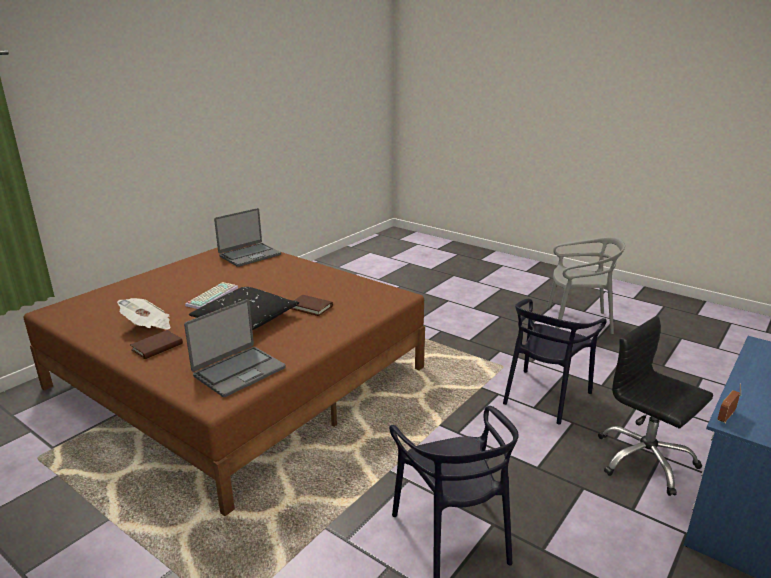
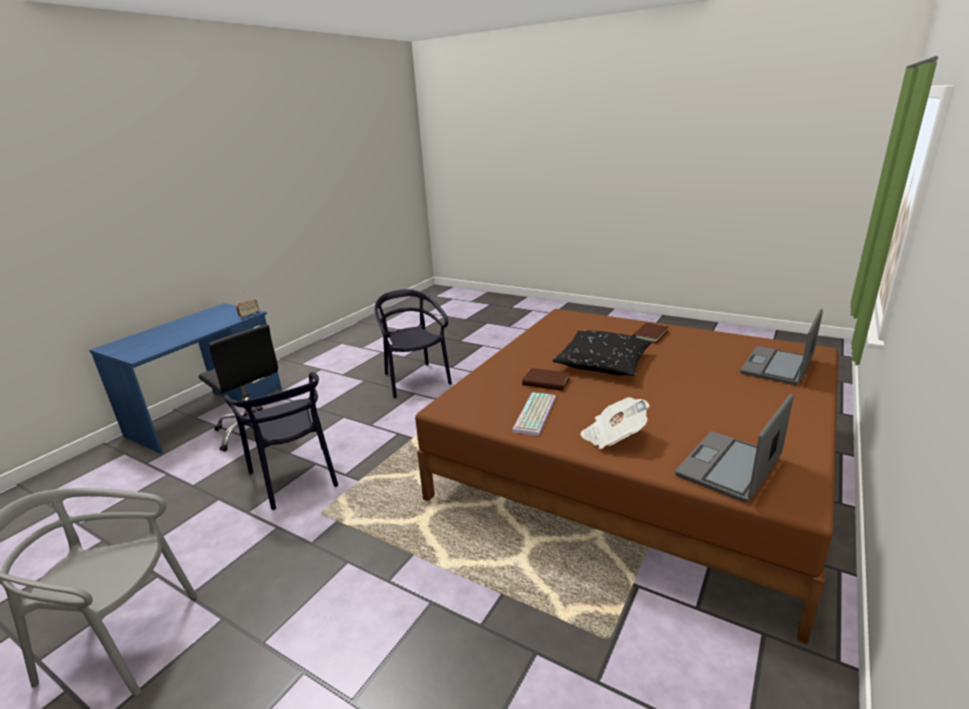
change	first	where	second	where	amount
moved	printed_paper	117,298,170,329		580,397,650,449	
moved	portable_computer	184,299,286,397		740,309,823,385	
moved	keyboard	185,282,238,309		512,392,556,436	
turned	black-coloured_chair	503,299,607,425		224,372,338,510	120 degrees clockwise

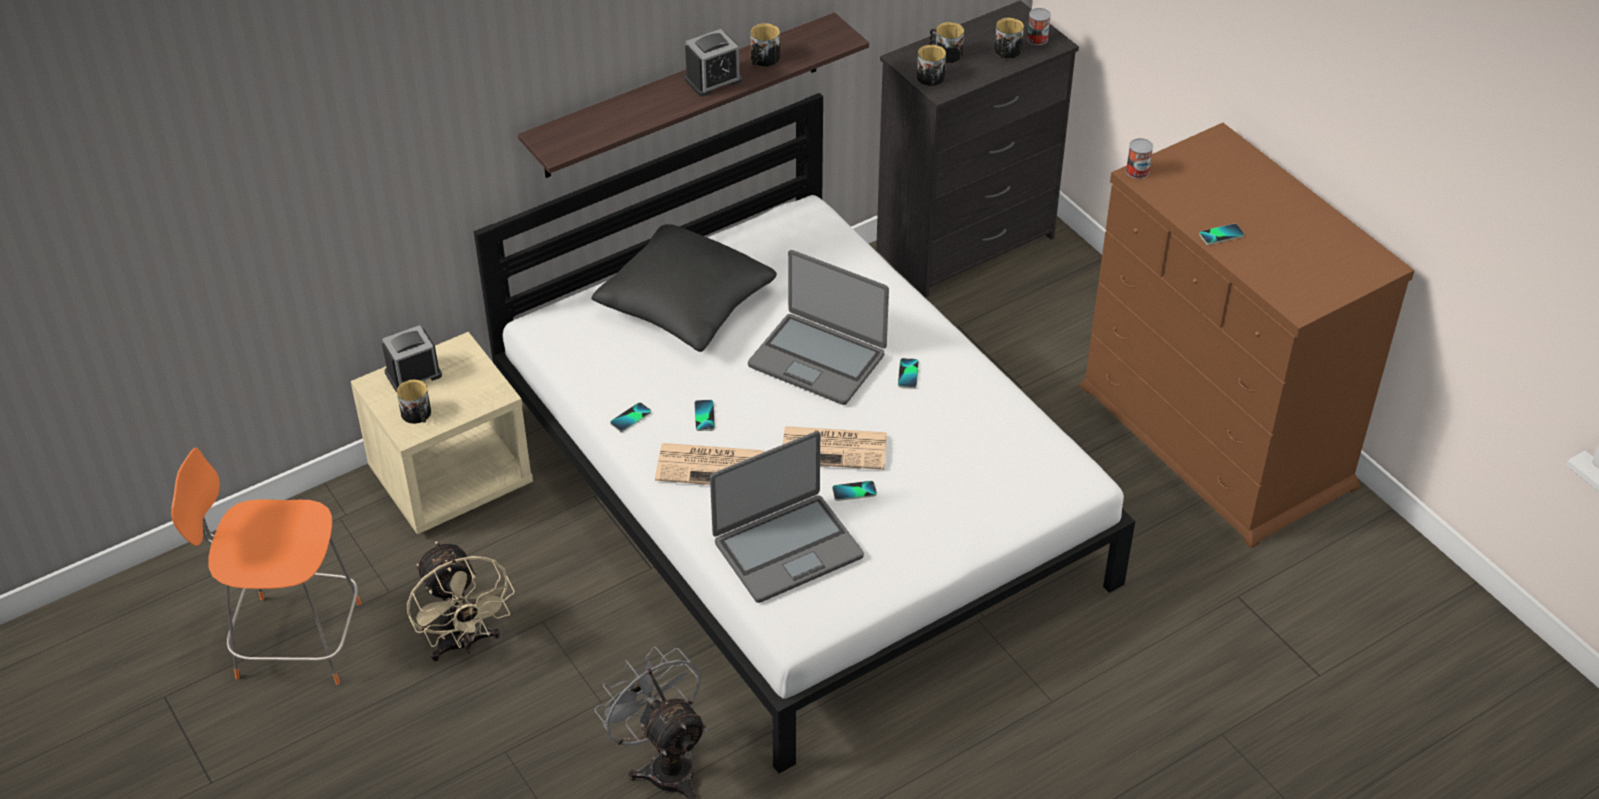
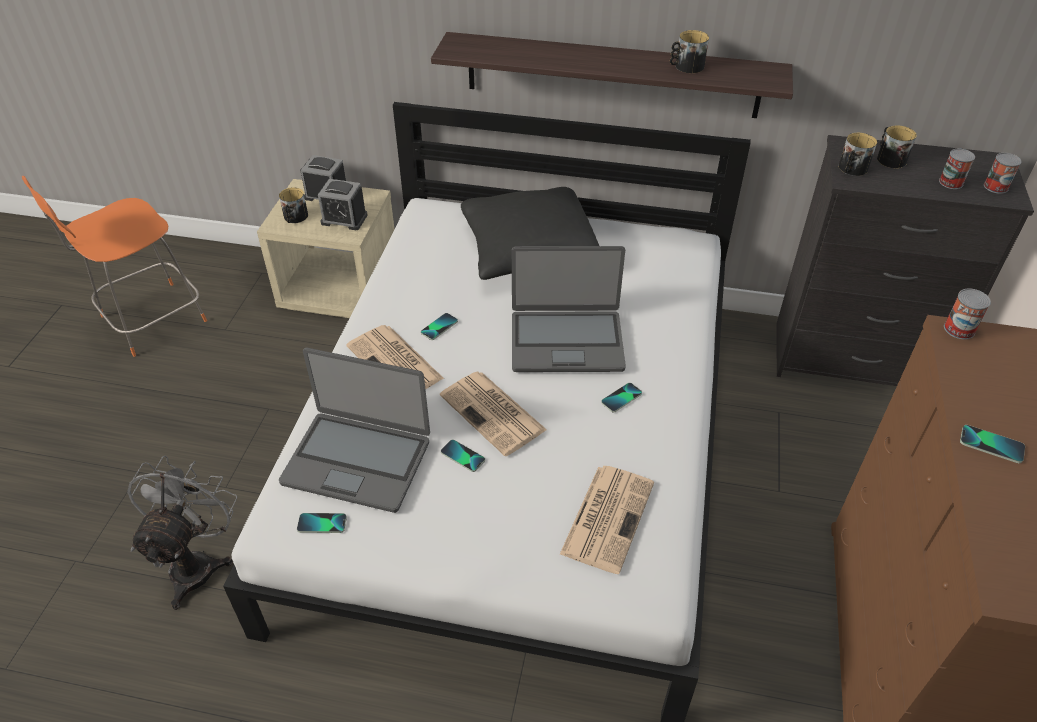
change	first	where	second	where	amount
turned	orange-coloured_chair	171,448,361,685		22,176,207,357	90 degrees counterclockwise
removed	sand-coloured_fan	407,541,515,661			
moved	telephone	610,402,651,432		297,513,347,533	
moved	alarm_clock	685,29,742,97		318,179,368,230	
turned	portable_computer	748,250,889,405		512,246,626,372	75 degrees counterclockwise
replaced	tea_mug	994,18,1024,59	can	939,149,975,189	
added			printed_paper	560,466,654,574	

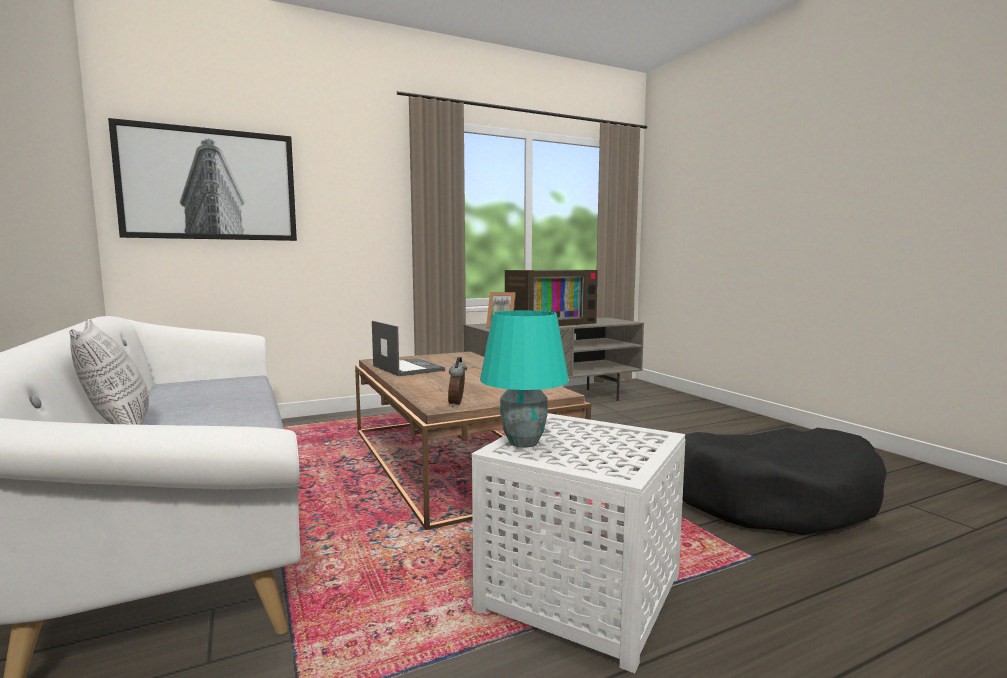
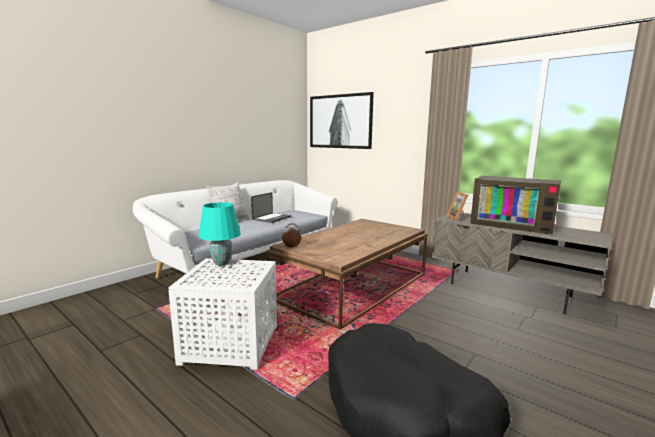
change	first	where	second	where	amount
moved	portable_computer	372,321,445,376		251,192,291,223	

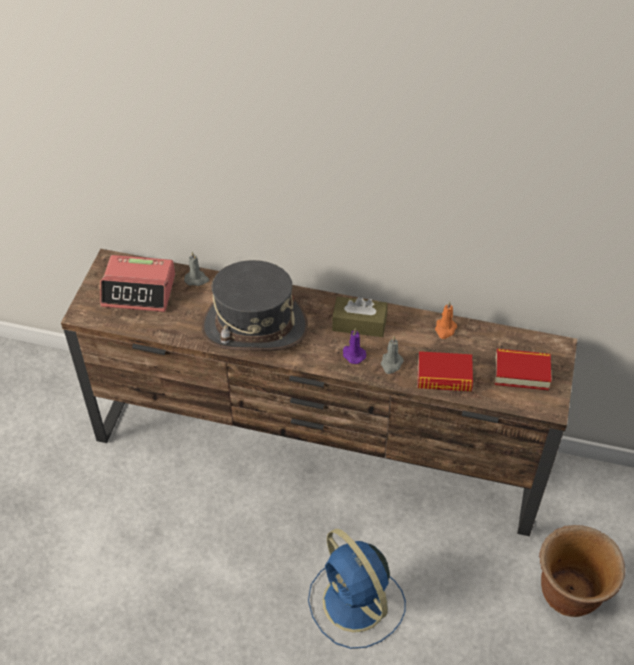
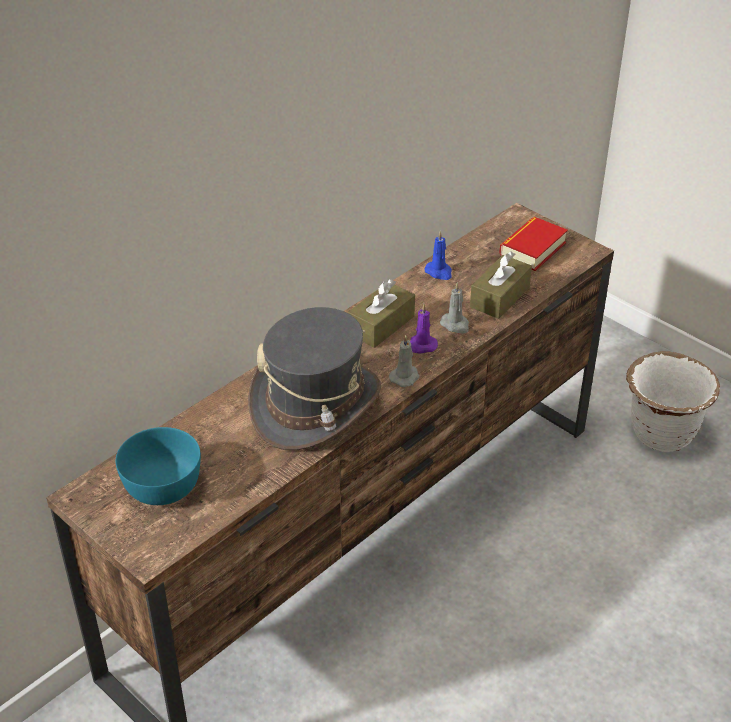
change	first	where	second	where	amount
replaced	alarm_clock	100,255,175,312	turquoise_deep_dish	116,427,201,505	
moved	grey_wax_candle	184,251,209,286		389,335,420,387	
removed	bluish_fan	308,529,406,649			
replaced	book	418,351,473,391	brownish_tissue_holder	470,251,532,319	
recoloured	orange-coloured_wax_candle	435,301,457,339	bluish_wax_candle	424,230,452,280	
recoloured	brownish_flower_pot	539,525,625,617	whitish_flower_pot	626,351,720,452	

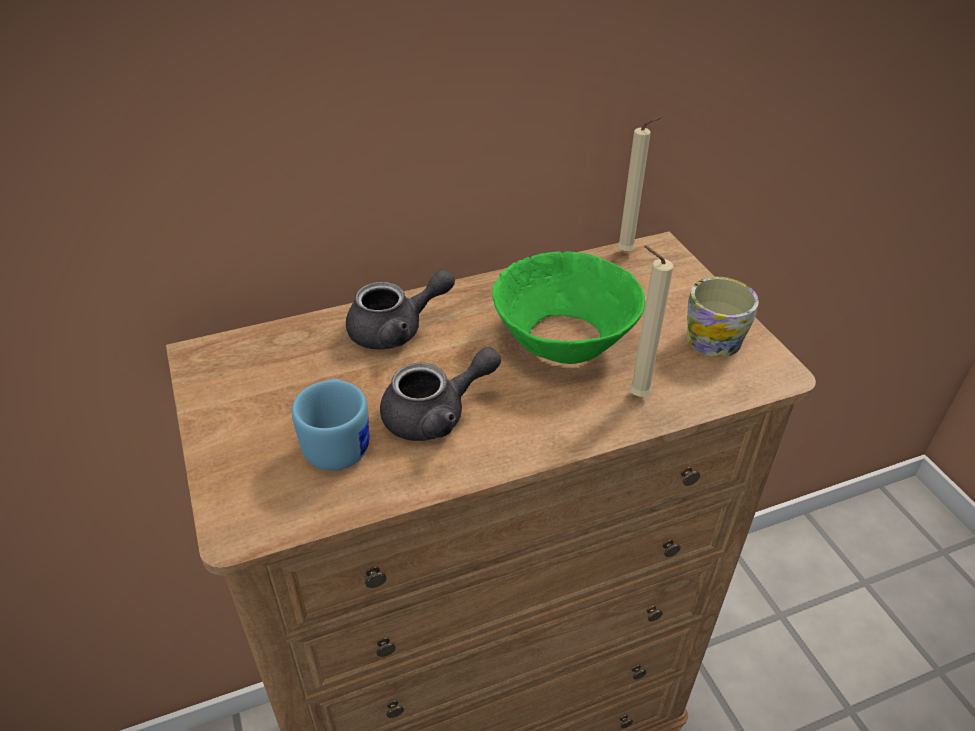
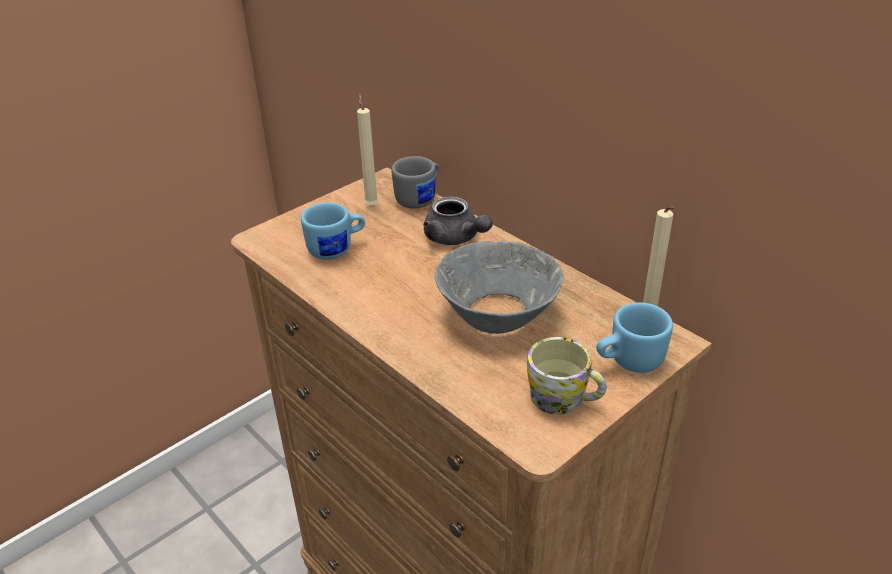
change	first	where	second	where	amount
removed	grey_teapot	380,347,501,441			
recoloured	green-coloured_deep_dish	492,251,645,364	grey_deep_dish	434,240,564,334	
moved	sand-coloured_wax_candle	629,246,673,397		357,94,379,207	
added			grey_tea_mug	391,156,440,208	
added			bluish_tea_mug	596,302,673,373	

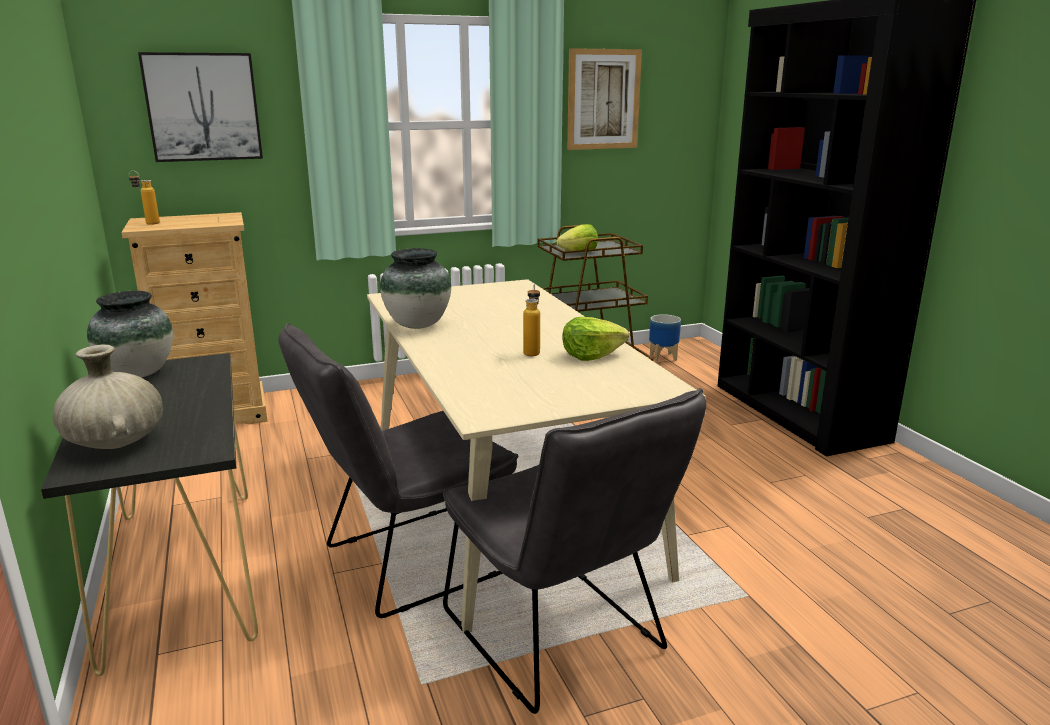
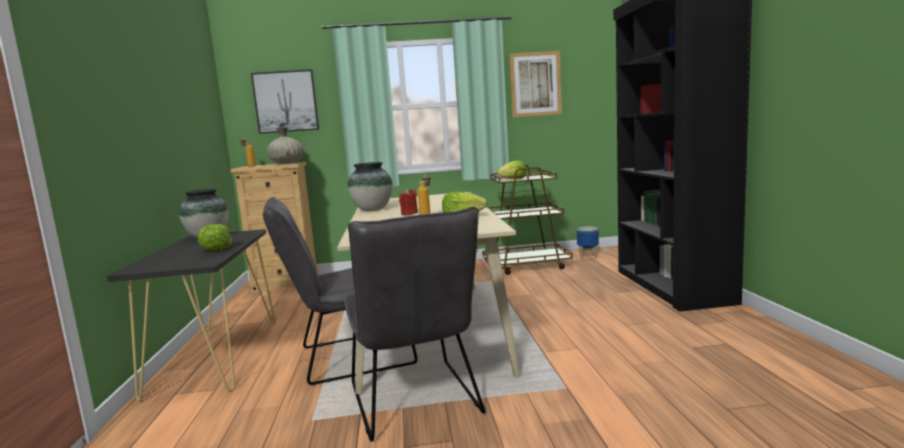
change	first	where	second	where	amount
moved	sand-coloured_decorative_vase	53,345,163,449		267,127,304,164	
added			lettuce	198,224,232,250	
added			red_wax_candle	399,189,418,215	

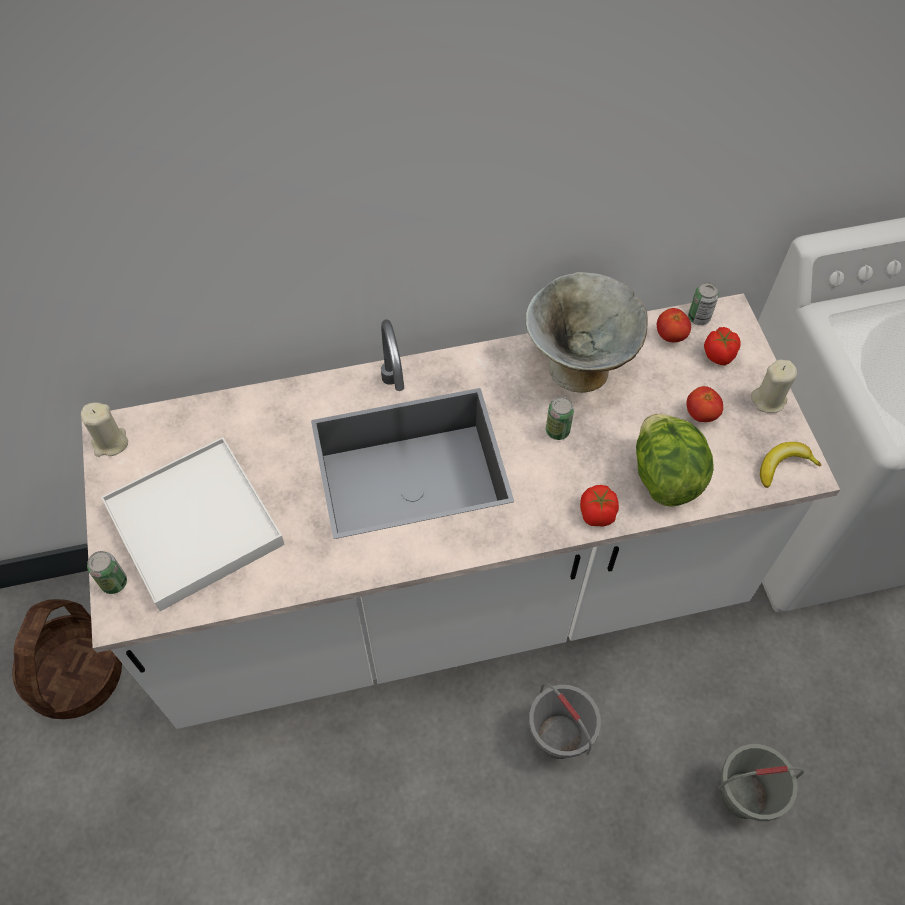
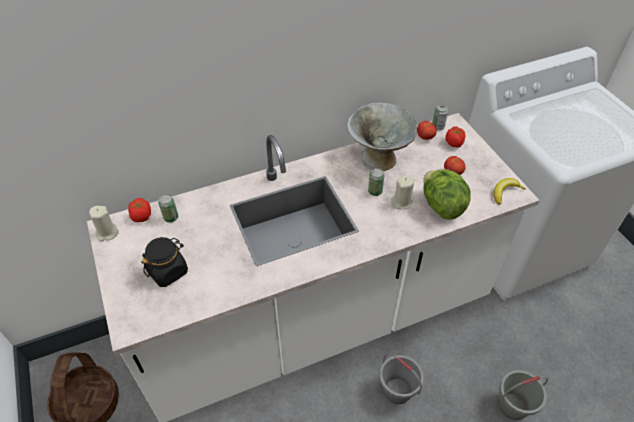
change	first	where	second	where	amount
moved	can	87,551,127,594		158,194,178,223	
replaced	whitish_carrying_tray	101,437,285,611	black-coloured_storage_jar	141,237,188,287	
moved	tomato	580,485,619,527		128,198,151,222	
moved	sand-coloured_wax_candle	751,360,797,413		391,175,414,209	

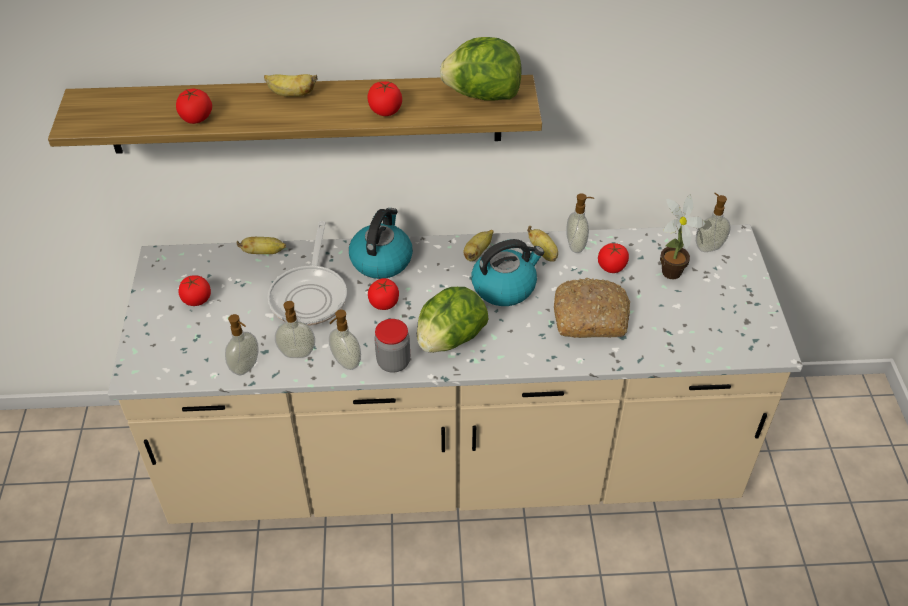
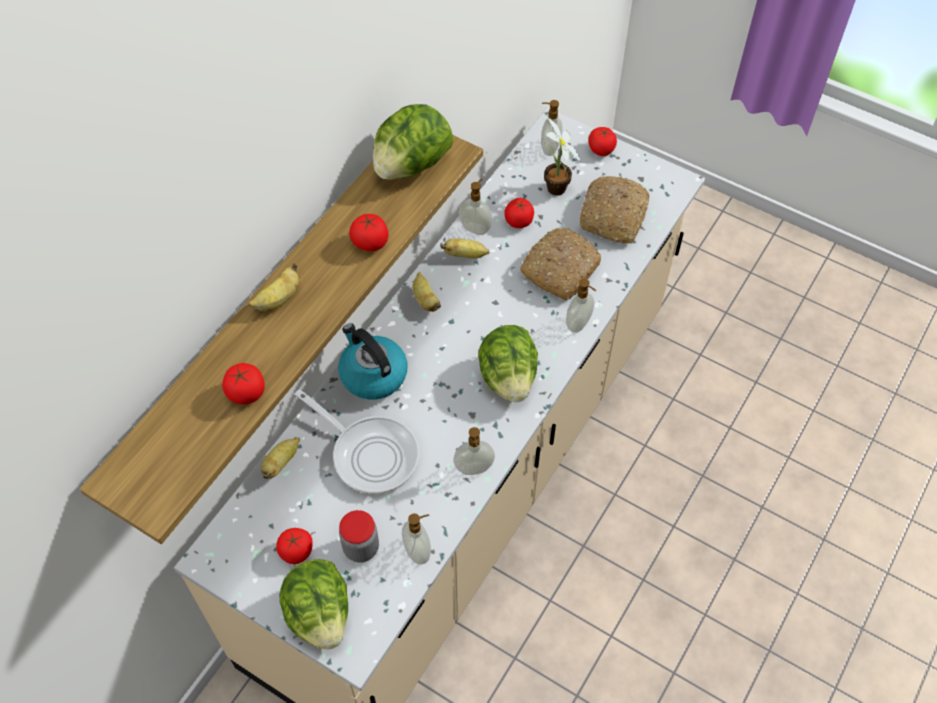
change	first	where	second	where	amount
moved	soap_dispenser	275,301,315,358		566,279,596,333	
moved	tomato	368,278,399,310		588,127,617,156	
moved	storage_jar	374,319,410,373		339,510,379,562	
removed	kettle	471,239,544,306			
added			lettuce	280,559,348,650	
added			baked_bread	580,176,649,244	

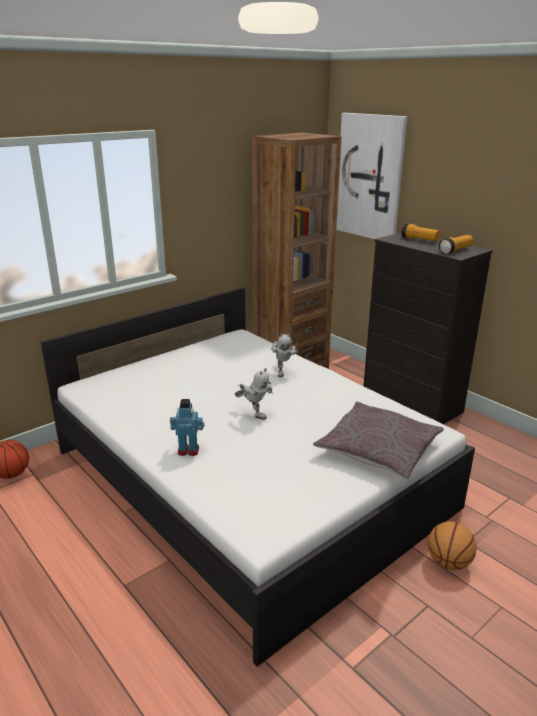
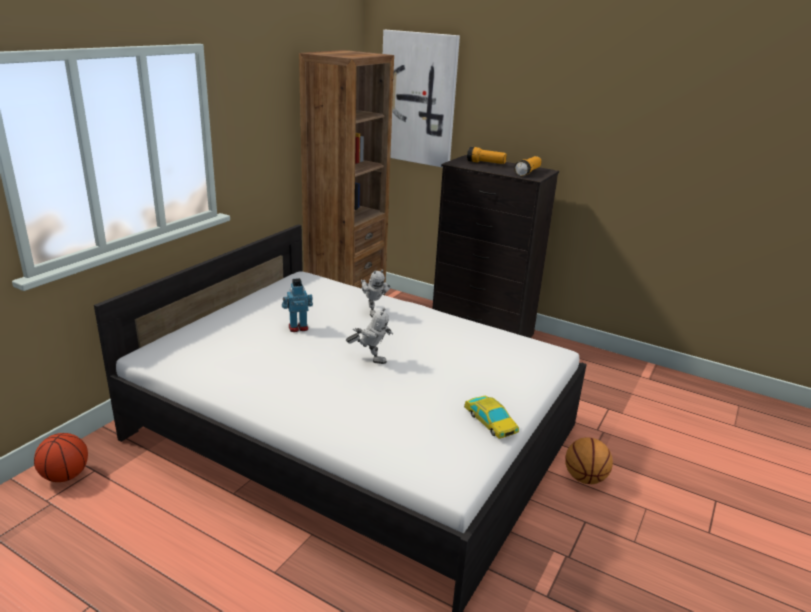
change	first	where	second	where	amount
moved	model_robot	170,399,204,456		282,278,313,332	
removed	grey_cushion	313,402,444,480			
added			miniature_car	464,396,519,439	

